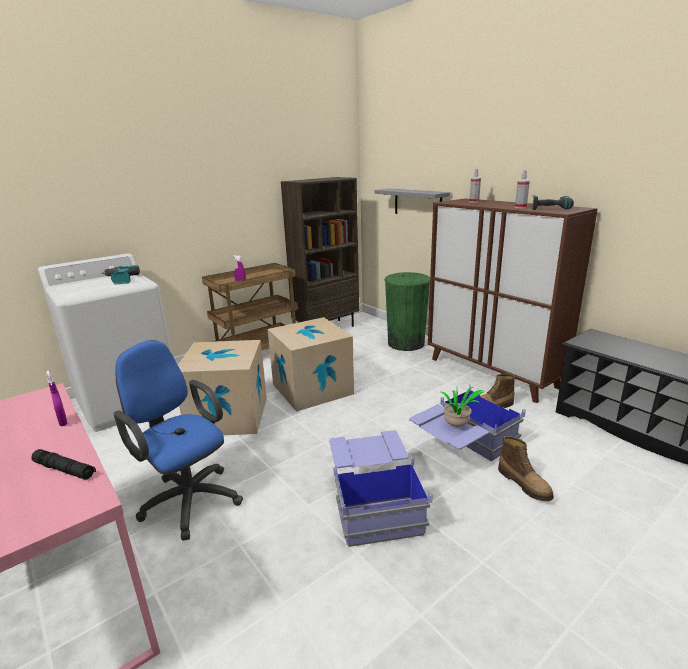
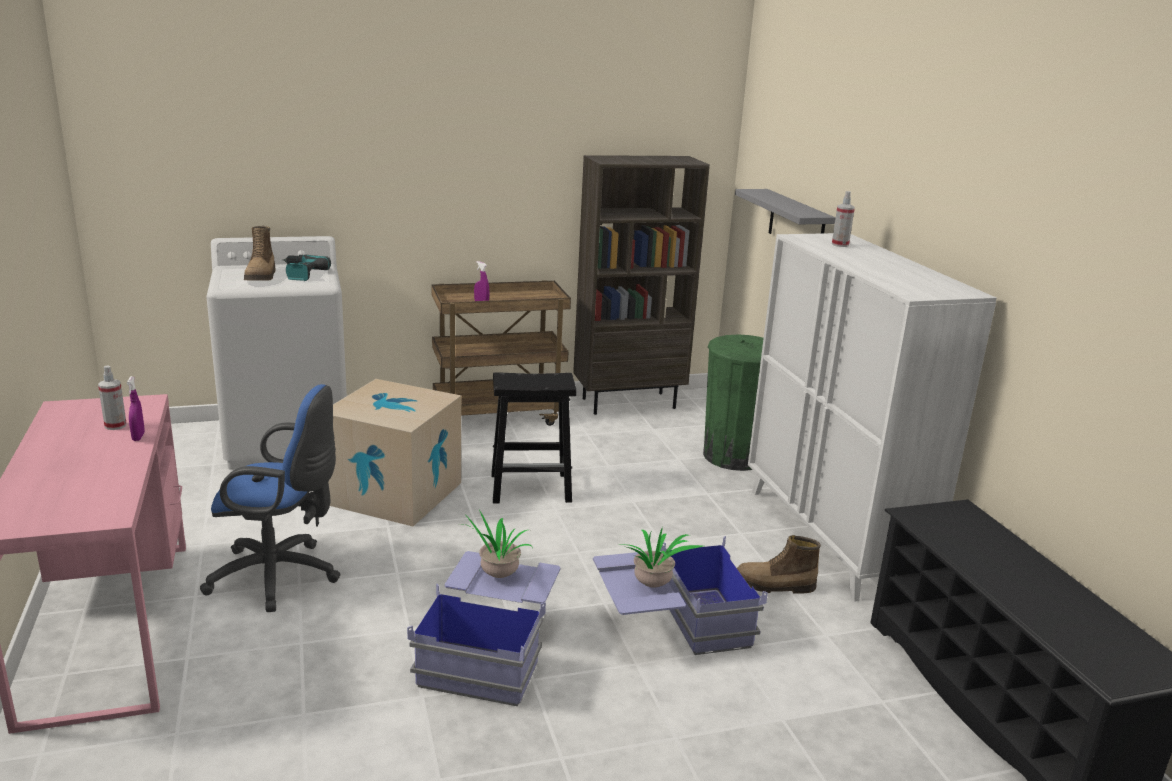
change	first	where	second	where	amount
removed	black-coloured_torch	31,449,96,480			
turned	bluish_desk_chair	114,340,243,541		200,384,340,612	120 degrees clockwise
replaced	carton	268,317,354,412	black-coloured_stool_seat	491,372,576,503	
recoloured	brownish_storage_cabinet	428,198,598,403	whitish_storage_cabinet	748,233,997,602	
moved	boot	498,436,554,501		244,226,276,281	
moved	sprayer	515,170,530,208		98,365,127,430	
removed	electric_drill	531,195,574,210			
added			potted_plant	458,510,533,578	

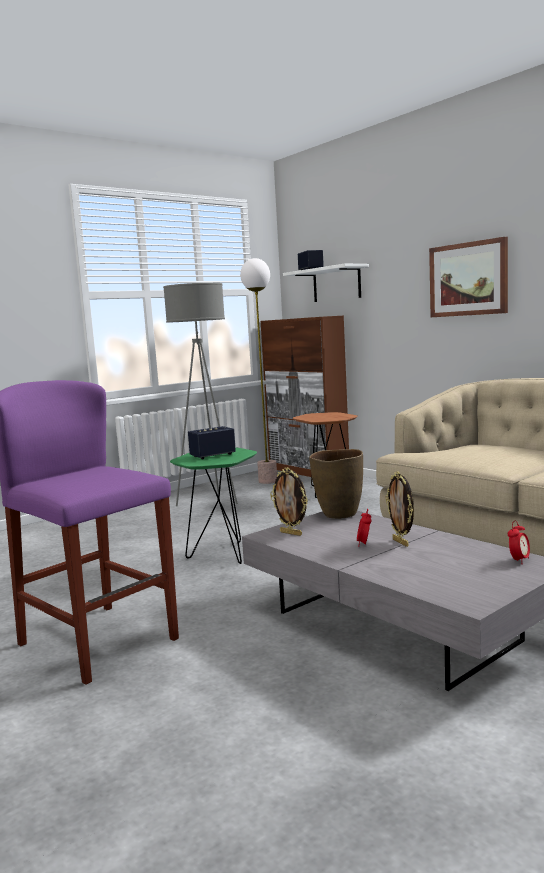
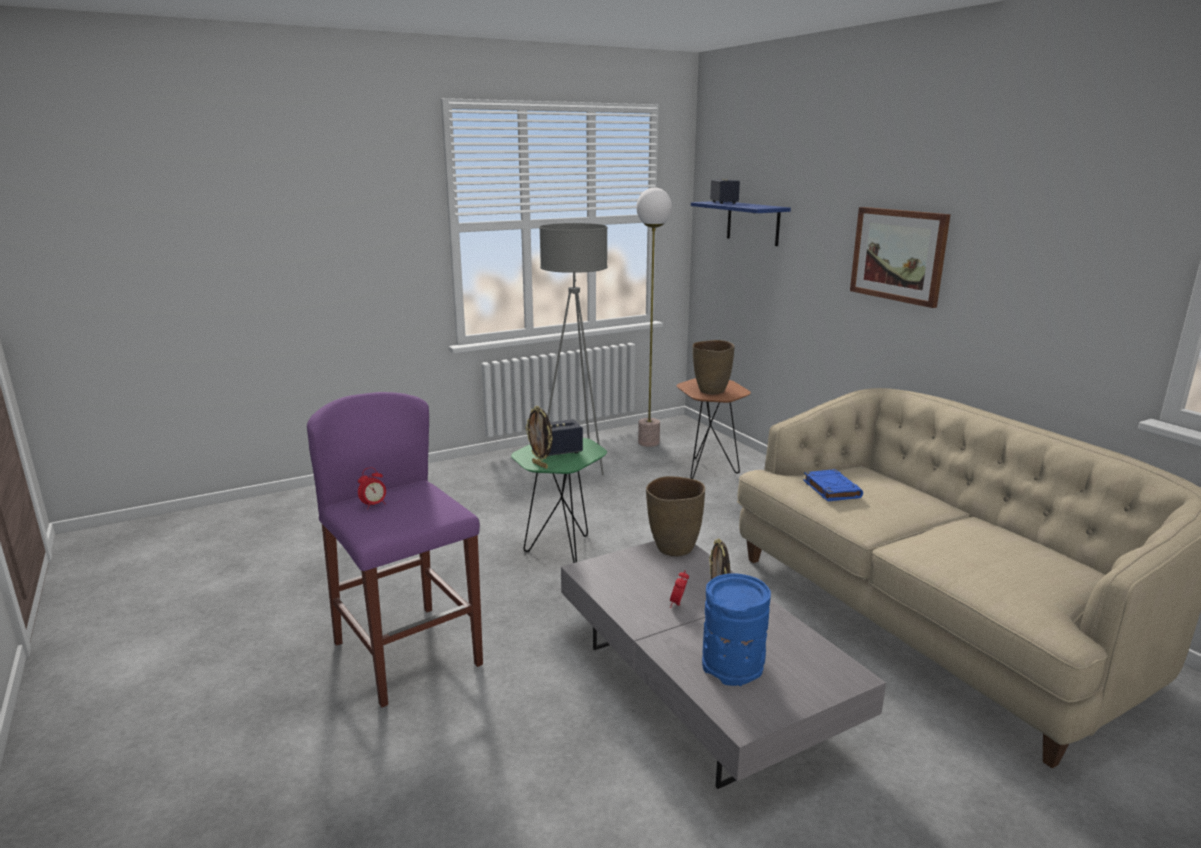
change	first	where	second	where	amount
removed	brownish_storage_cabinet	261,316,349,477			
moved	photo_frame	270,467,308,536		525,406,552,469	
recoloured	whitish_bracket_shelf	283,263,369,302	bluish_bracket_shelf	691,201,791,246	
moved	alarm_clock	508,520,530,564		358,467,386,508	
added			brownish_decorative_vase	693,340,735,394	
added			bluish_decorative_vase	702,573,771,686	
added			bluish_book	803,469,863,501	

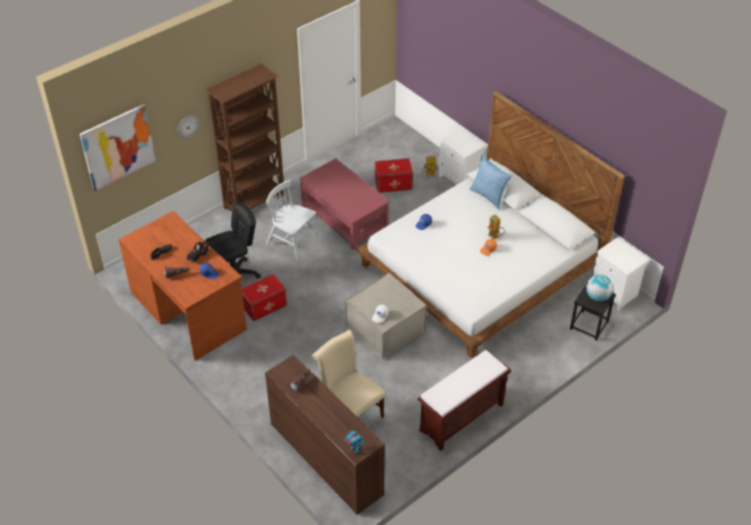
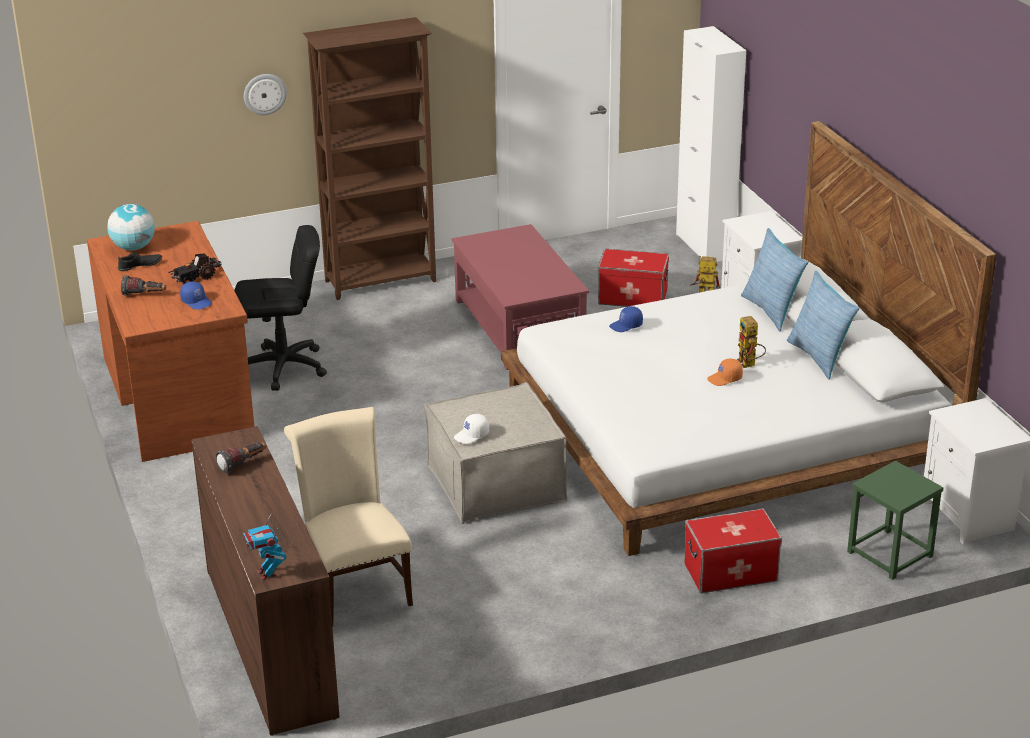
change	first	where	second	where	amount
removed	wall_picture	80,104,156,191			
moved	storage_box	242,273,287,321		684,508,782,593	
removed	whitish_chair	266,180,319,260			
removed	brownish_bench	417,350,511,451			
recoloured	black-coloured_stool_seat	570,282,616,341	green-coloured_stool_seat	847,461,943,580	
moved	world_globe	586,275,613,301		107,204,155,251	
added			whitish_storage_cabinet	676,26,746,262	
added			cushion	787,271,860,380	

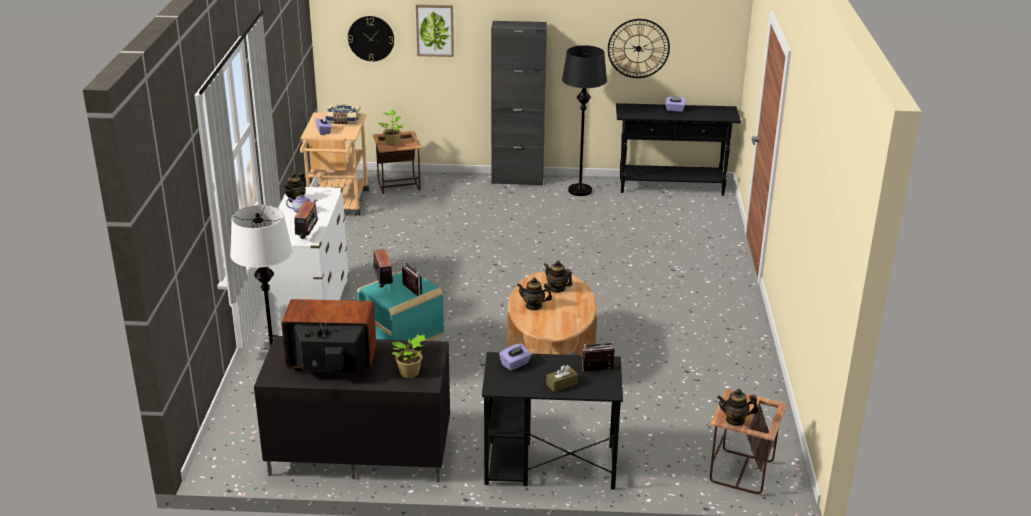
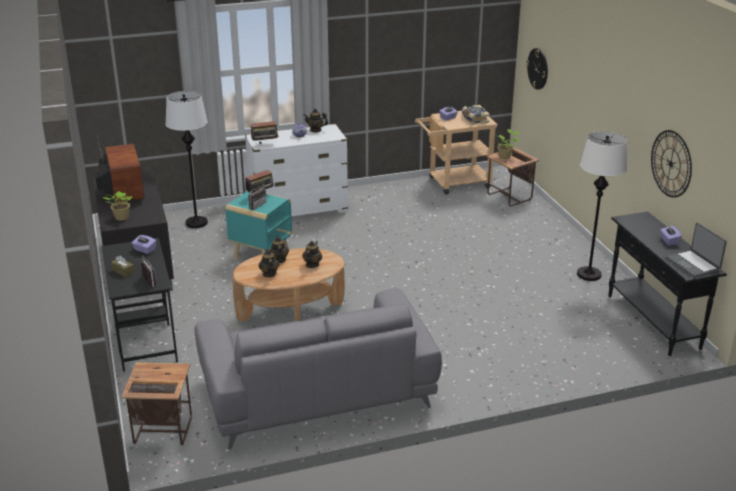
change	first	where	second	where	amount
removed	wall_picture	416,4,454,57			
removed	black-coloured_storage_cabinet	491,21,547,186			
recoloured	black-coloured_floor_lamp	562,45,607,196	whitish_floor_lamp	577,131,627,281	
moved	teapot	717,389,758,426		259,249,279,277	
added			grey_settee	194,288,442,449	
added			portable_computer	666,223,727,278	

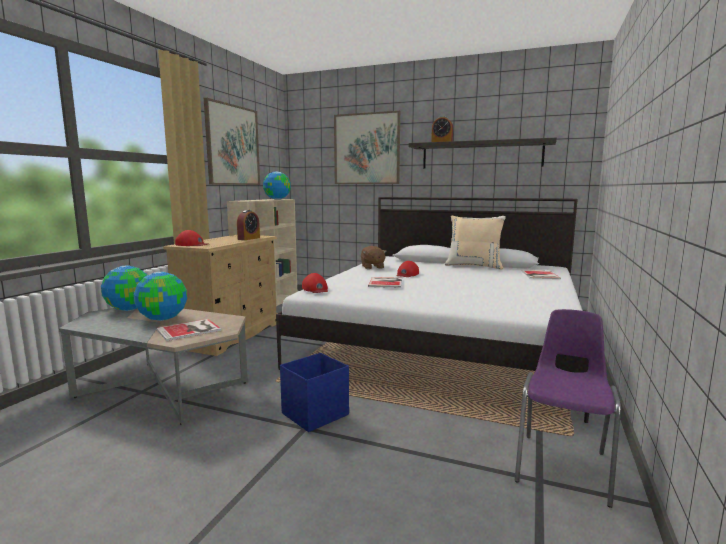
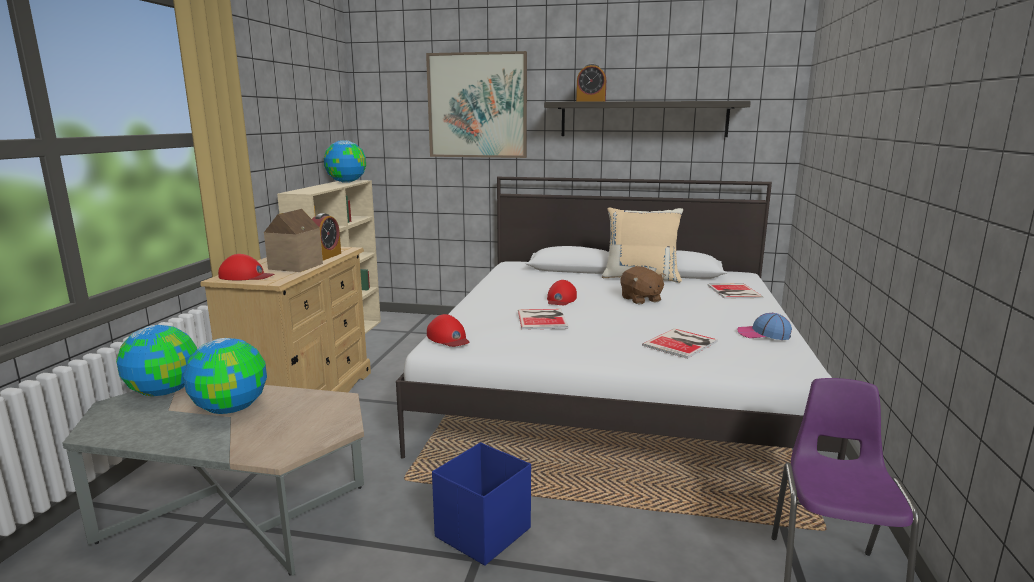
change	first	where	second	where	amount
moved	book	156,319,221,341		642,328,718,359	
removed	wall_picture	204,98,260,185			
moved	brownish_cuddly_toy	361,246,387,269		621,266,666,304	
added			model_house	264,209,323,272	
added			cap	737,313,792,340	

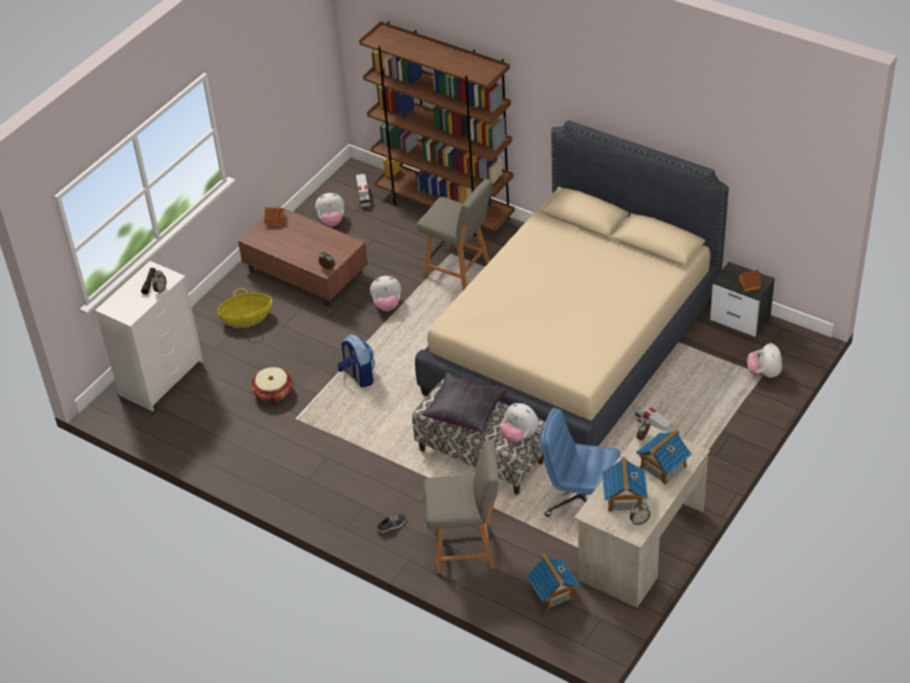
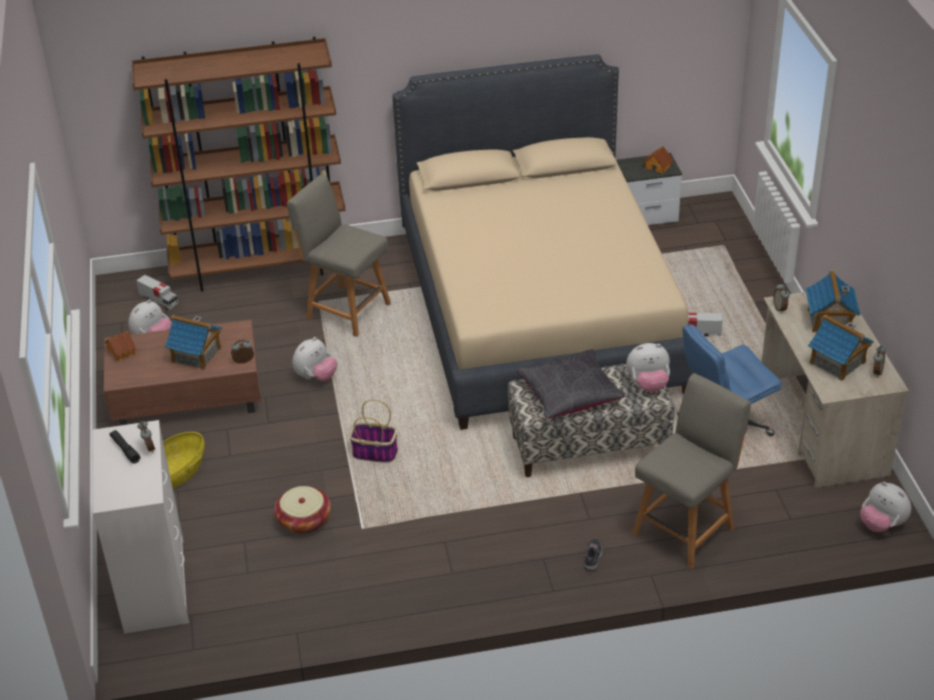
change	first	where	second	where	amount
replaced	backpack	337,334,375,388	household_basket	349,399,398,463	
turned	grey_chair	417,179,492,290		287,174,391,337	135 degrees counterclockwise
moved	model_house	526,554,580,611		165,315,222,370	
moved	cuddly_toy	747,343,782,378		860,482,911,532	

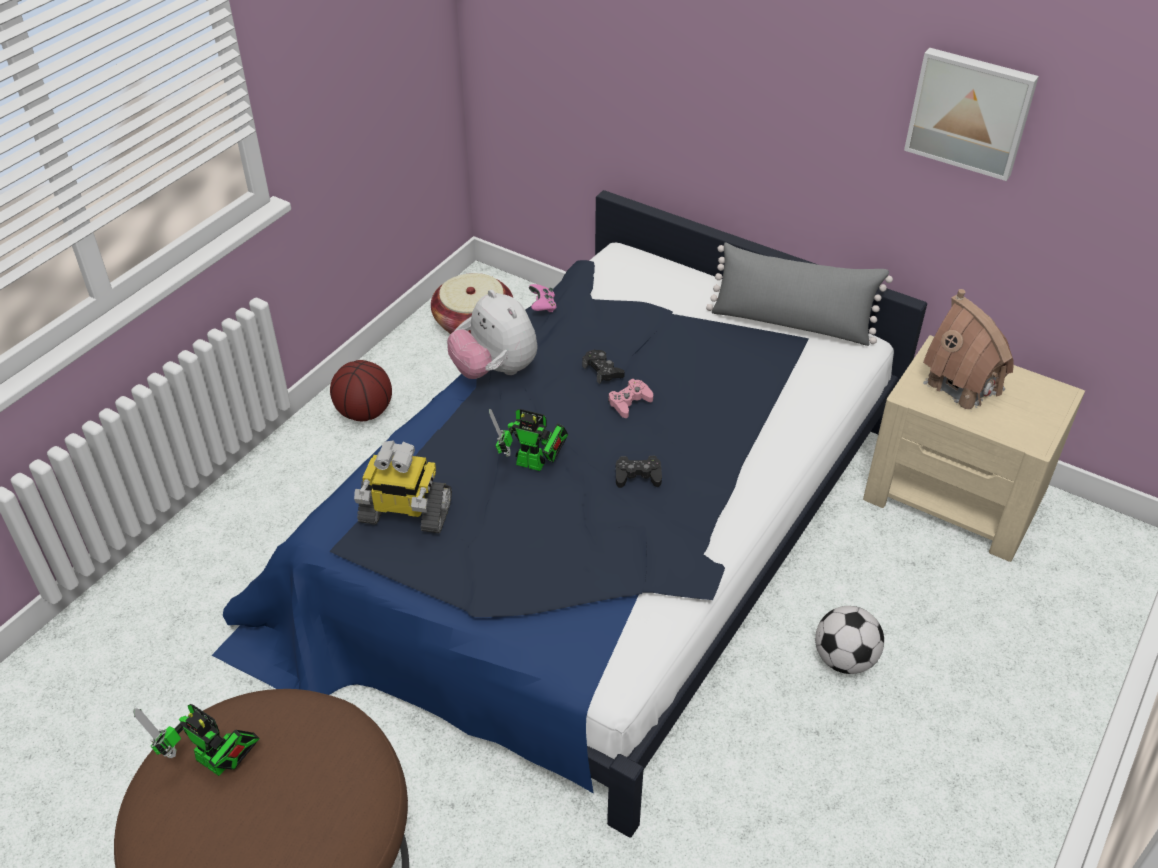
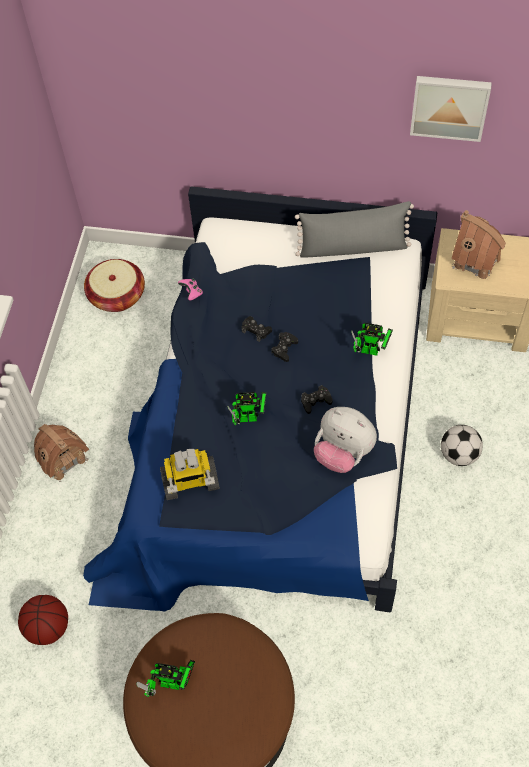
change	first	where	second	where	amount
moved	basketball_ball	330,360,392,421		18,595,68,645	
moved	cuddly_toy	447,290,537,379		314,407,377,473	
recoloured	pinkish_gamepad	608,379,653,418	black-coloured_gamepad	271,332,298,362	
added			model_house	34,424,89,482	
added			model_robot	351,323,393,356	

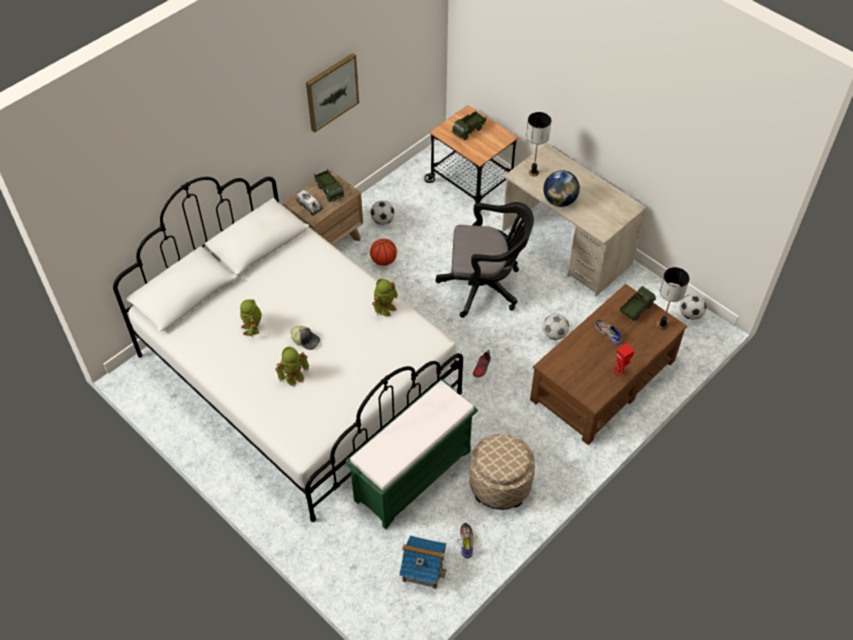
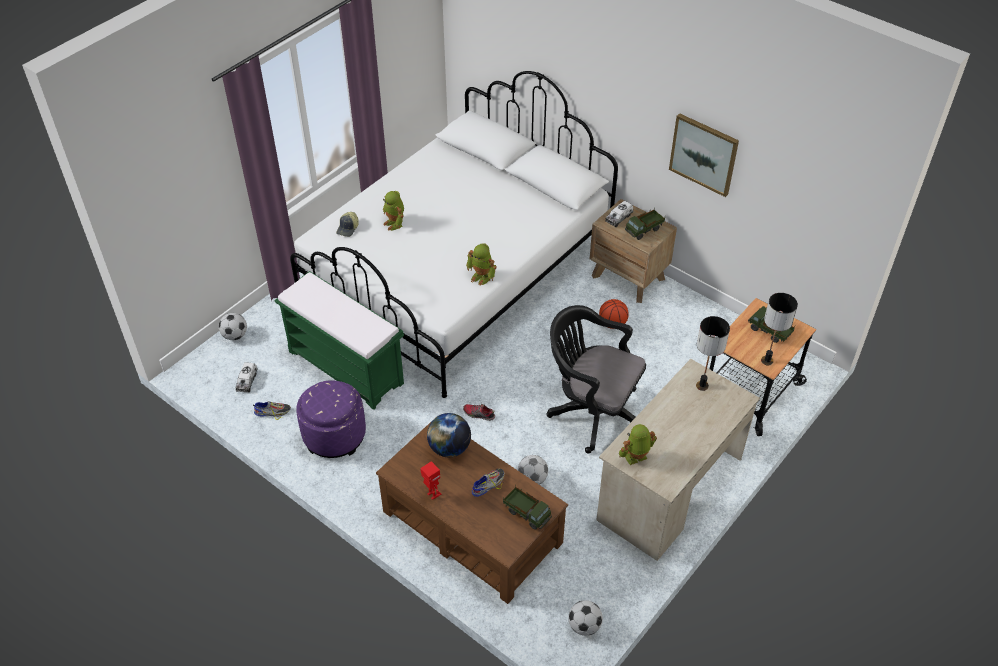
change	first	where	second	where	amount
moved	model_robot	240,299,262,337		619,424,657,465	
moved	cap	290,326,320,350		336,212,359,237	
moved	football	370,200,395,225		219,313,247,340	
replaced	model_house	399,535,447,589	toy_truck	236,362,258,392	
turned	black-coloured_desk_chair	436,202,534,318		547,305,646,454	120 degrees clockwise
recoloured	sand-coloured_ottoman	469,434,535,510	purple_ottoman	296,380,366,458	
moved	world_globe	543,170,580,207		427,413,471,457	
moved	table_lamp	657,267,689,330		761,293,798,365	

